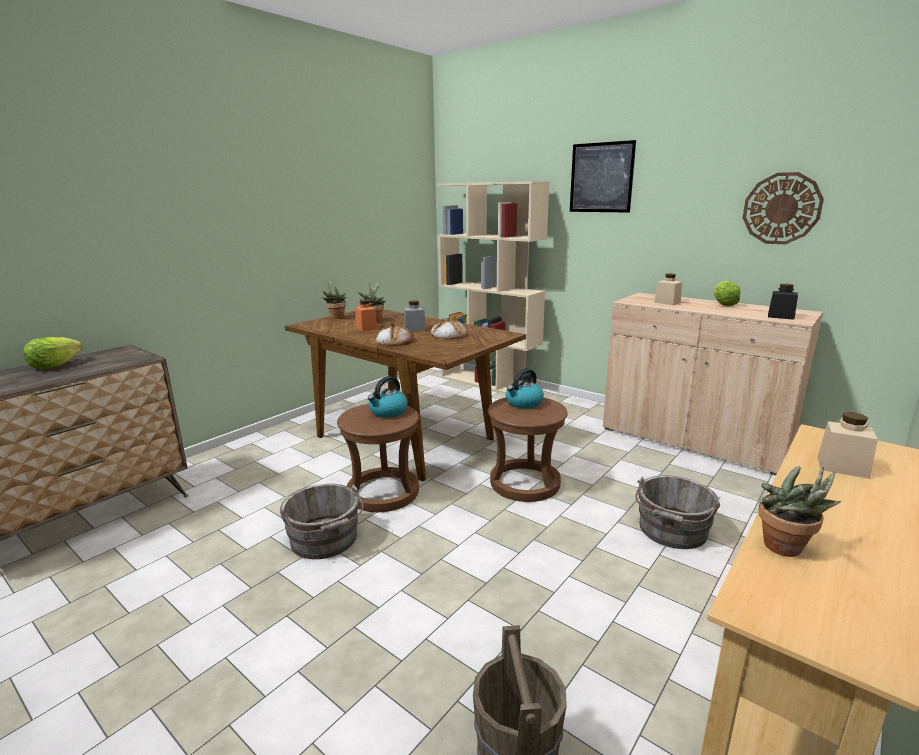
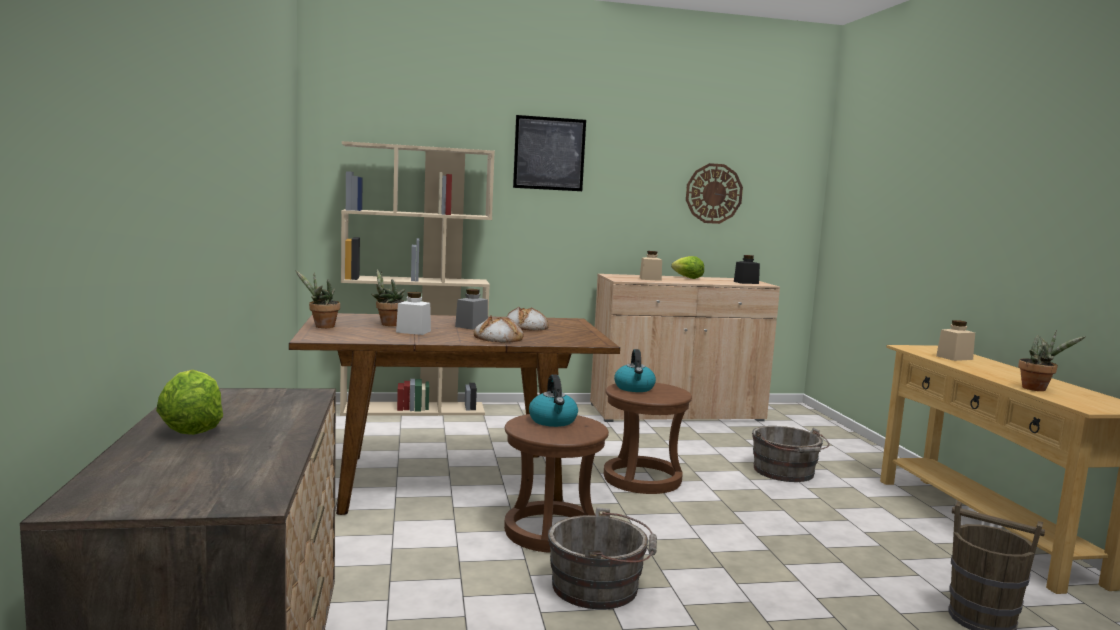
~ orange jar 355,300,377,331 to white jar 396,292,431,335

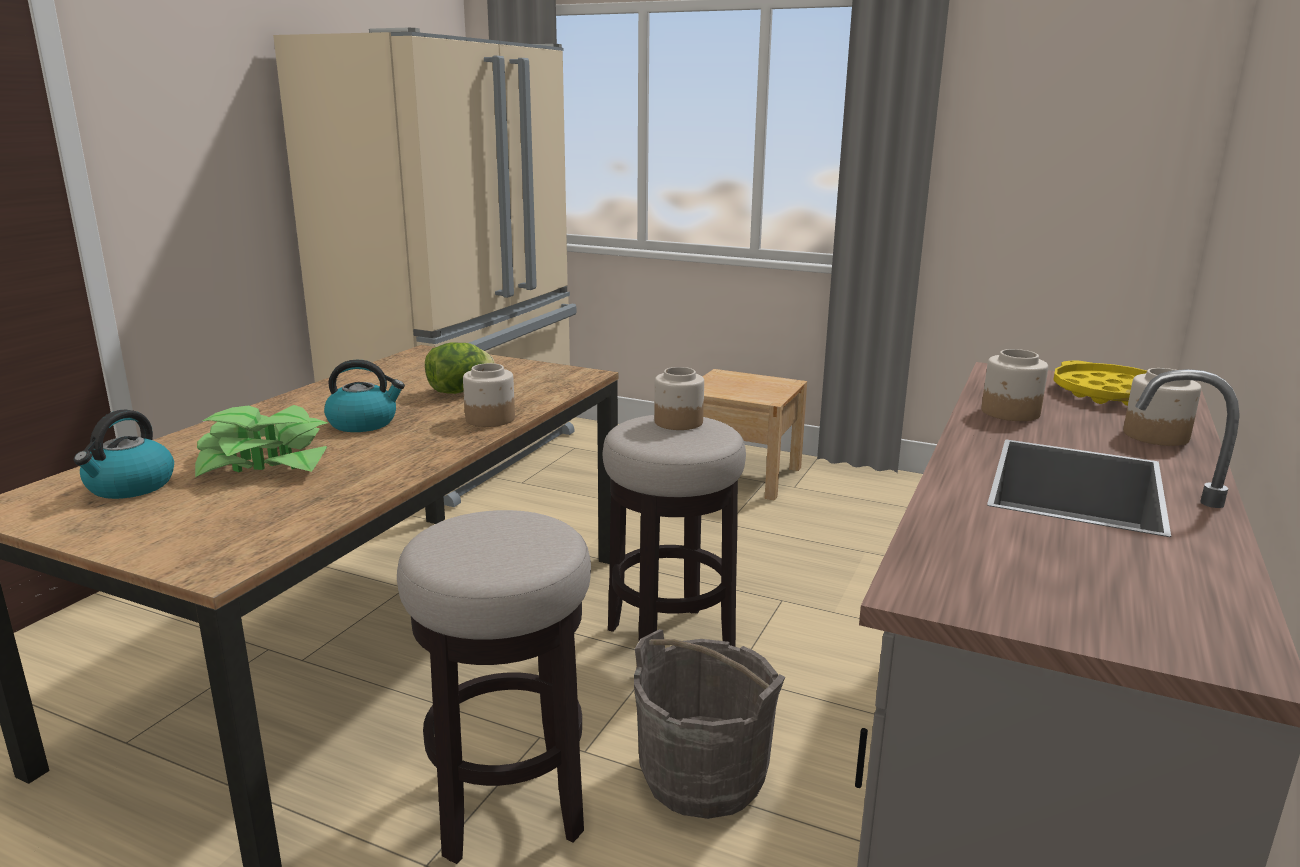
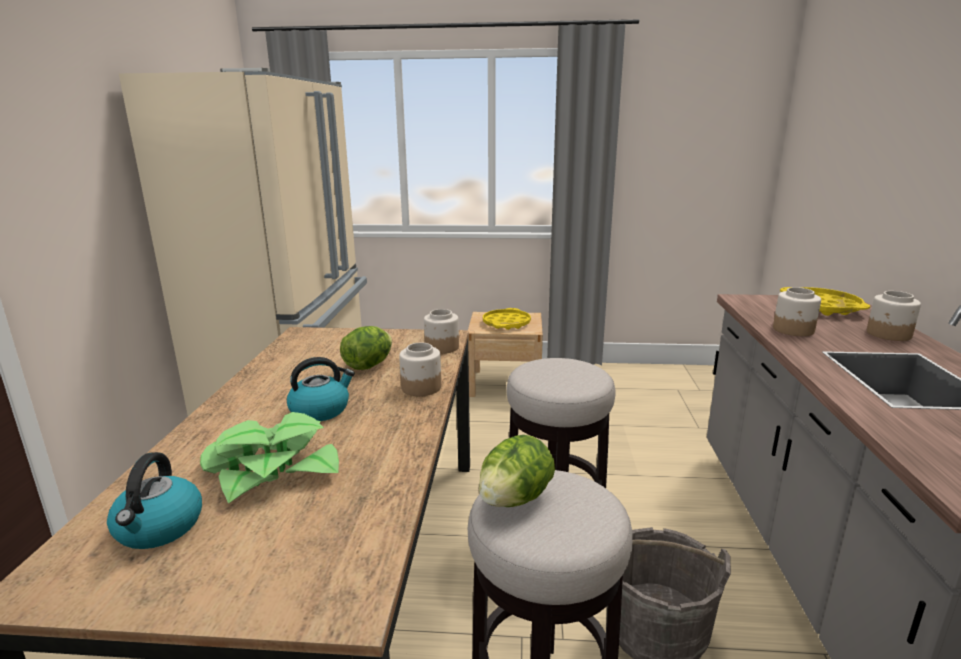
~ jar 654,367,704,430 to 424,309,459,354
+ lettuce 479,435,555,507
+ yellow tray 483,308,531,330

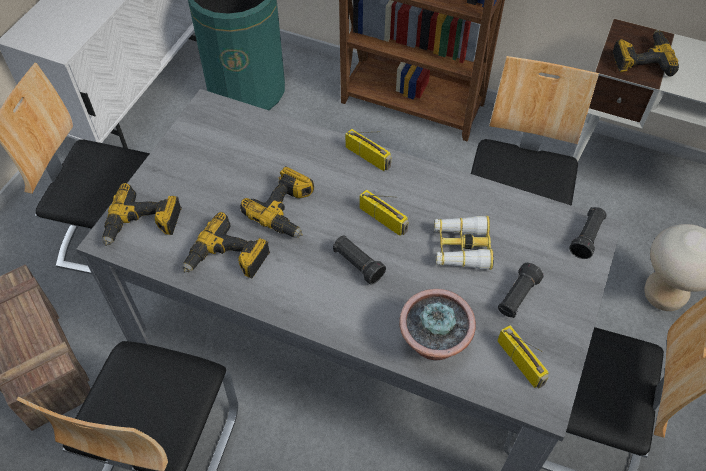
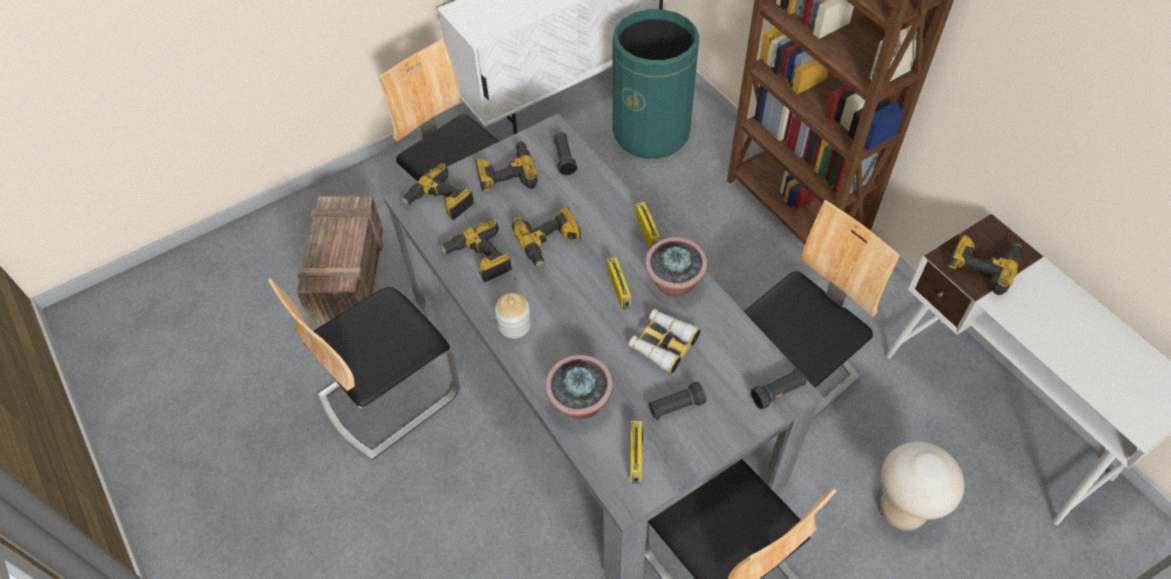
~ black flashlight 333,235,386,284 to 553,132,577,176
+ power drill 475,140,538,192
+ jar 495,293,531,339
+ potted plant 645,237,708,297

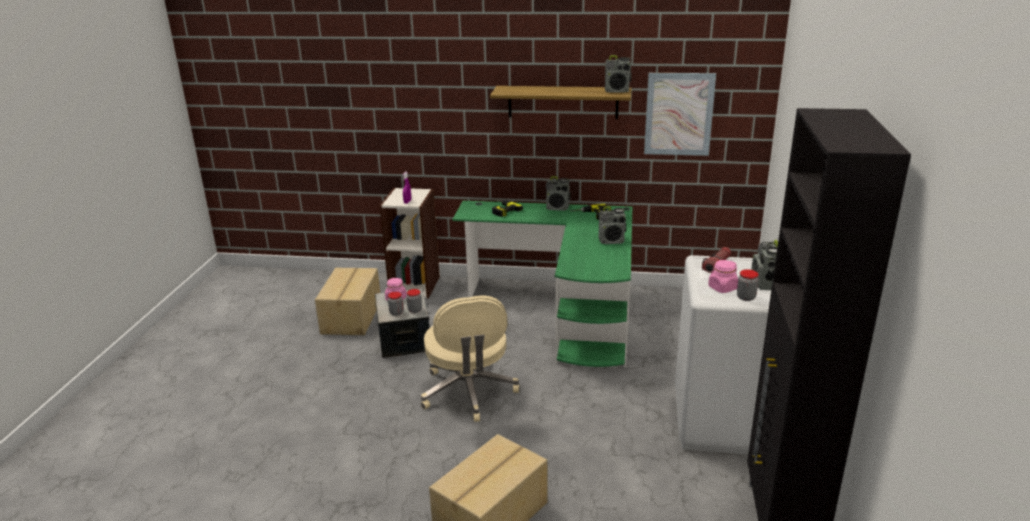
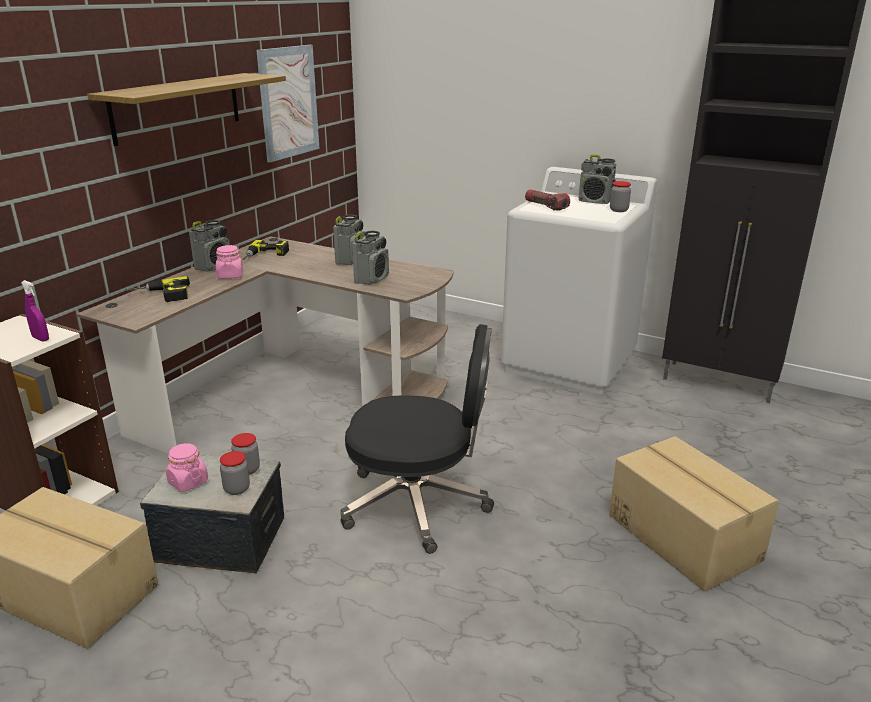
~ beige office chair 421,295,520,422 to black office chair 340,324,494,554
~ green desk 452,201,632,367 to brown desk 76,236,454,454
~ radio 605,55,632,92 to 352,231,389,285
~ pink jar 708,260,738,293 to 216,245,243,279

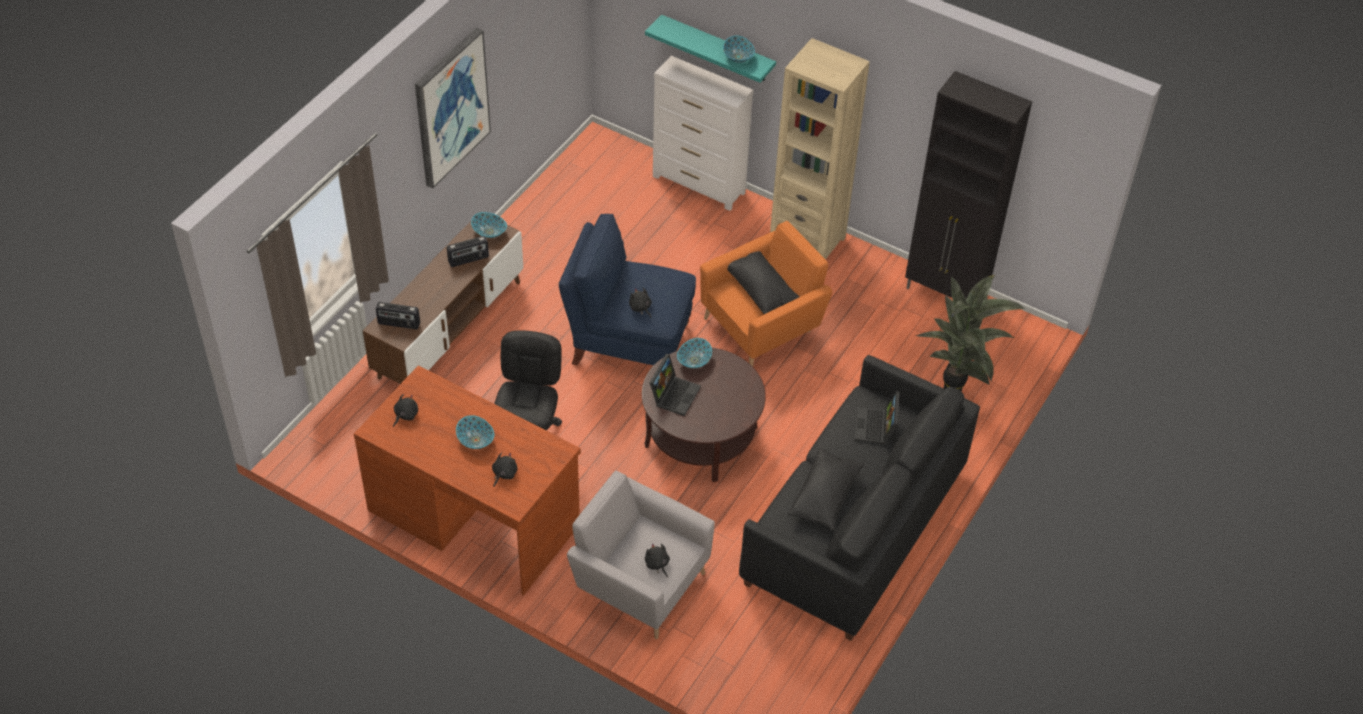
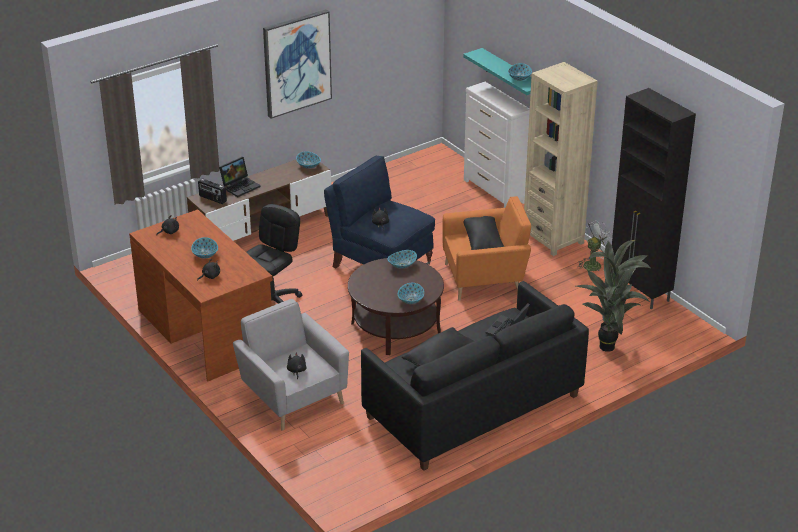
- radio 447,236,489,267
~ laptop 649,354,701,416 to 219,157,260,197
+ bowl 398,283,424,304
+ white fan 577,220,612,271

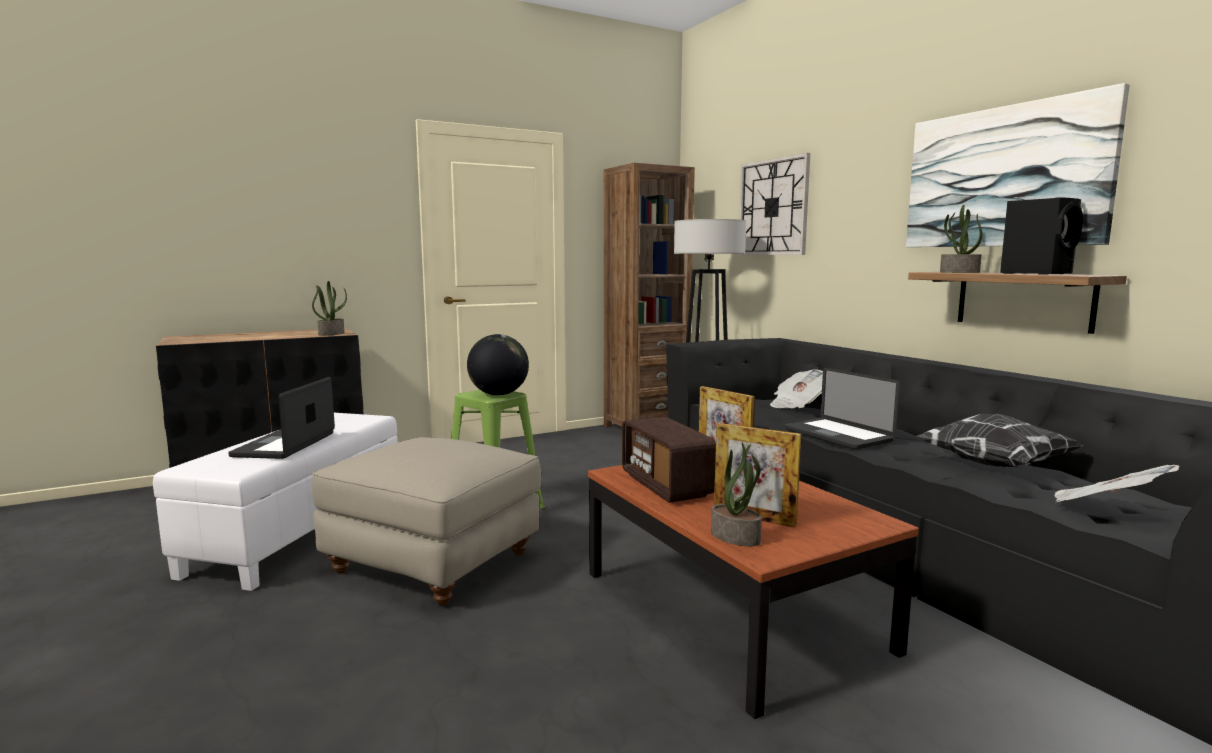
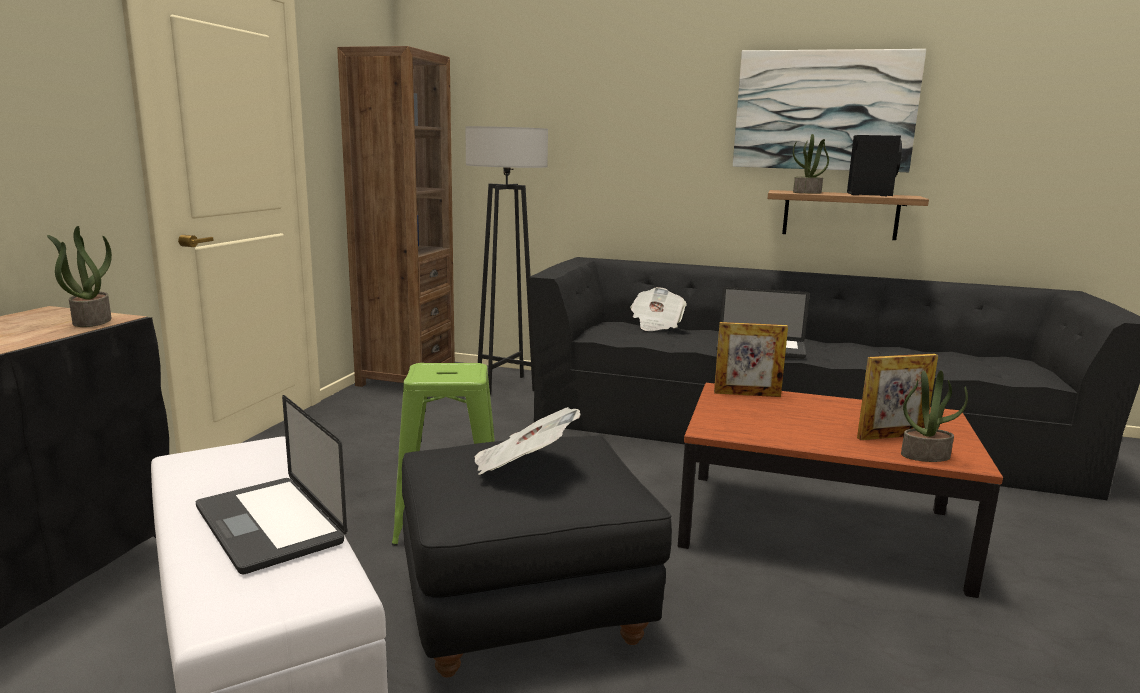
~ beige ottoman 312,437,541,606 to black ottoman 402,436,672,677
- globe 467,334,529,395
- radio 622,417,716,503
- wall clock 738,153,810,255
- pillow 916,414,1083,467
~ newspaper 1054,465,1180,502 to 474,407,580,475

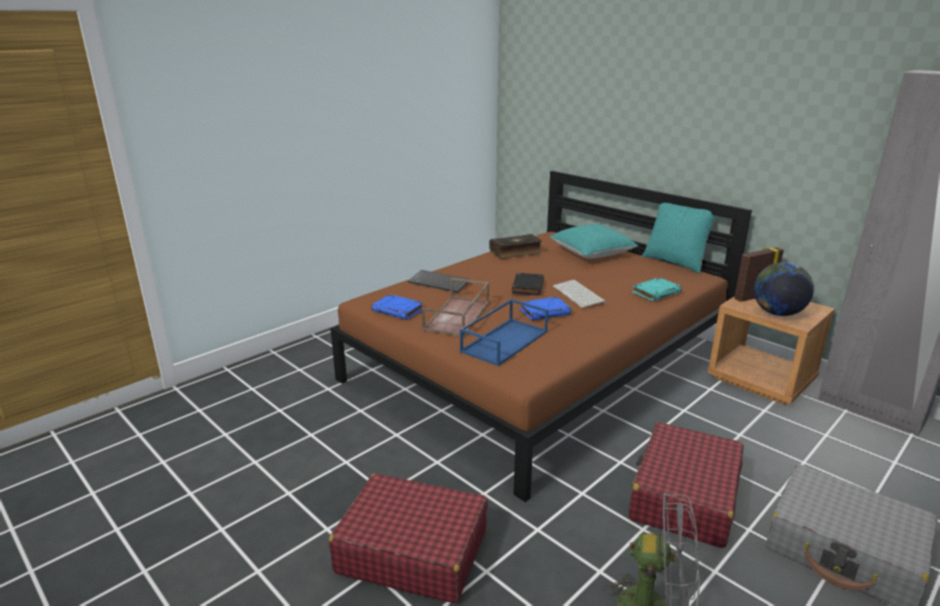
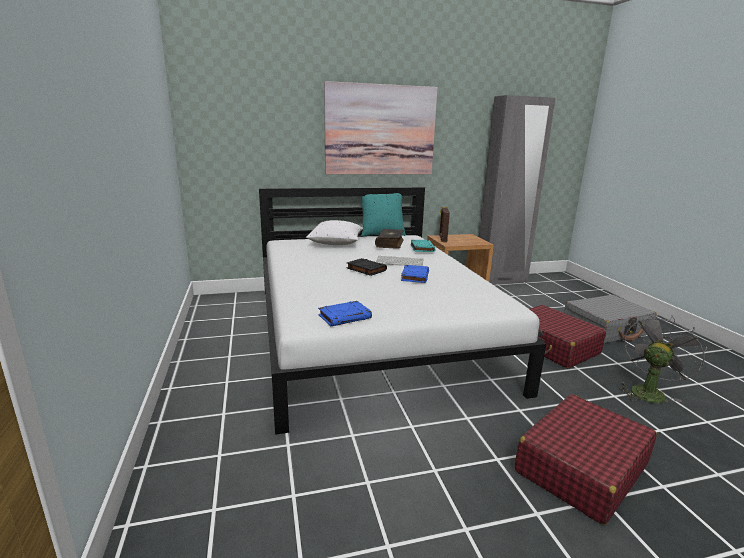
~ brown bed 330,171,752,502 to white bed 259,187,546,435
- keyboard 408,270,470,293
- brown tray 422,278,489,337
- blue tray 460,299,548,366
~ book 489,234,542,259 to 375,229,404,249
~ turquoise pillow 550,224,638,259 to white pillow 306,220,363,245
- globe 754,262,814,316
+ picture 324,81,438,174

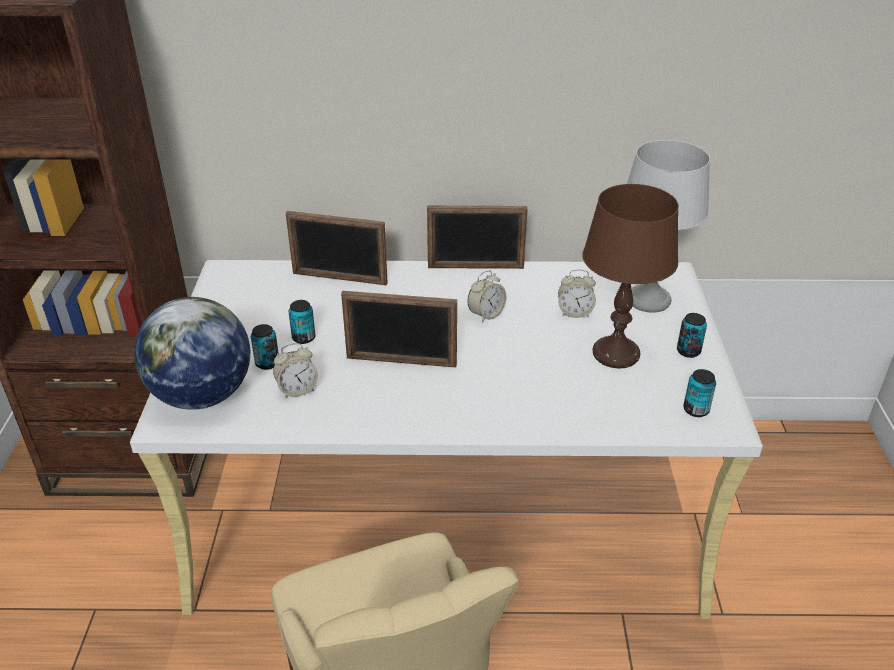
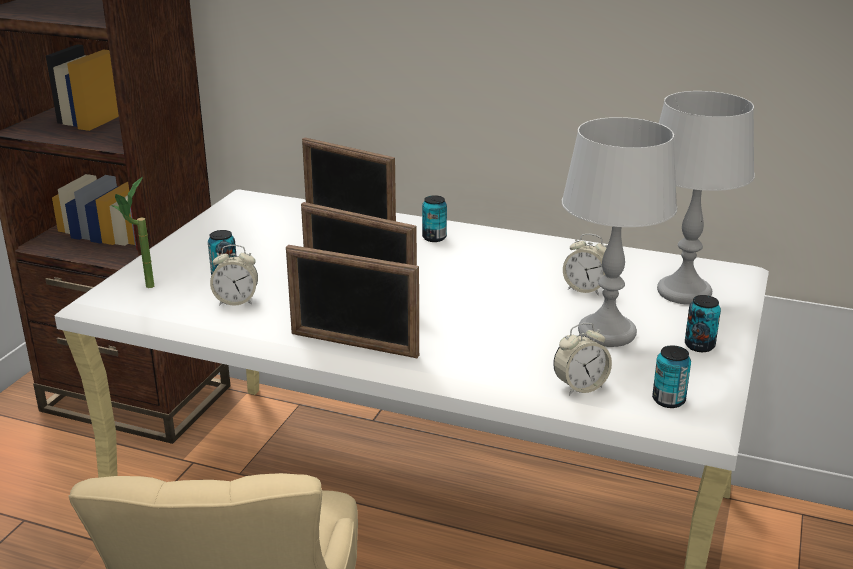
~ globe 134,297,250,410 to potted plant 112,177,155,288
~ can 289,300,316,344 to 422,195,447,242
~ picture frame 427,206,528,269 to 286,245,419,358
~ alarm clock 467,270,506,323 to 553,323,612,395
~ brown table lamp 582,184,679,369 to grey table lamp 562,117,677,347

